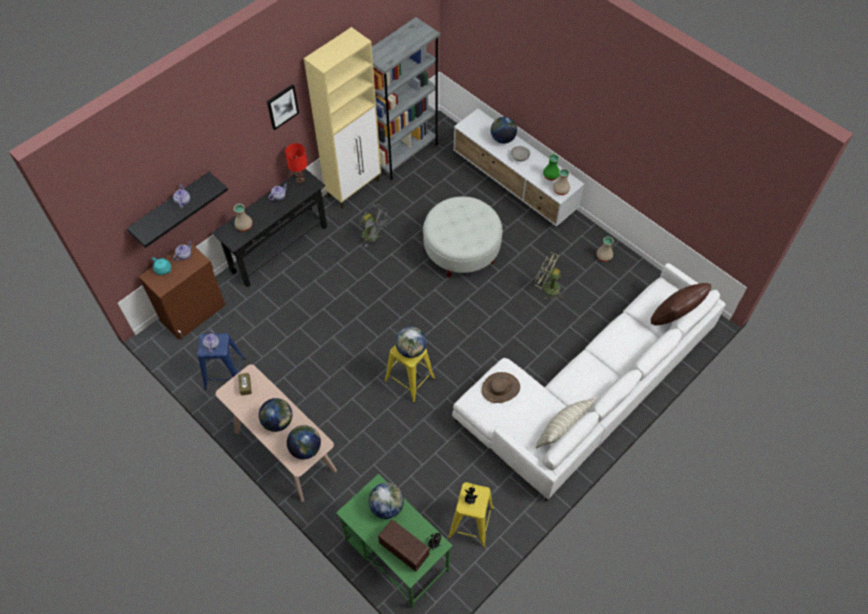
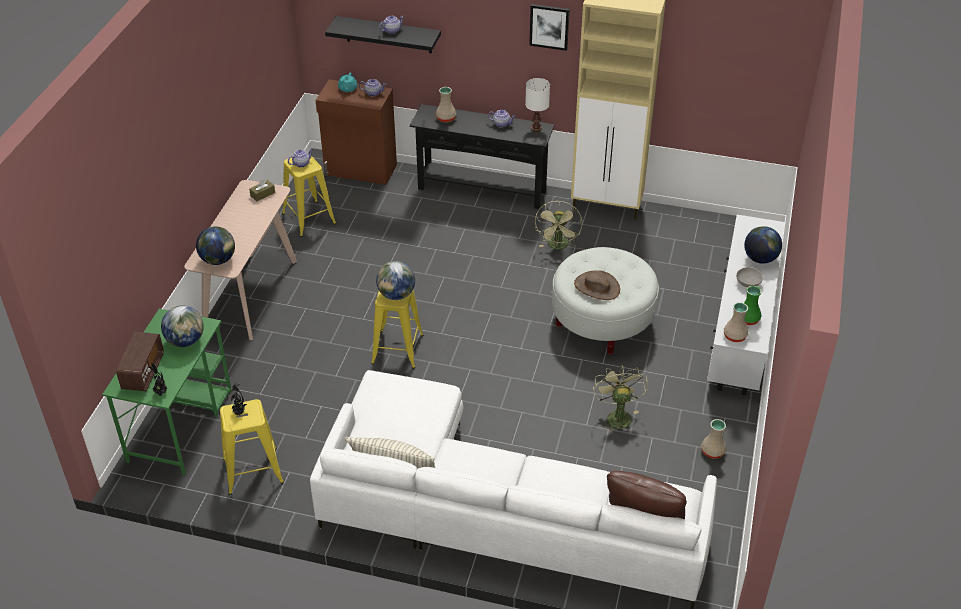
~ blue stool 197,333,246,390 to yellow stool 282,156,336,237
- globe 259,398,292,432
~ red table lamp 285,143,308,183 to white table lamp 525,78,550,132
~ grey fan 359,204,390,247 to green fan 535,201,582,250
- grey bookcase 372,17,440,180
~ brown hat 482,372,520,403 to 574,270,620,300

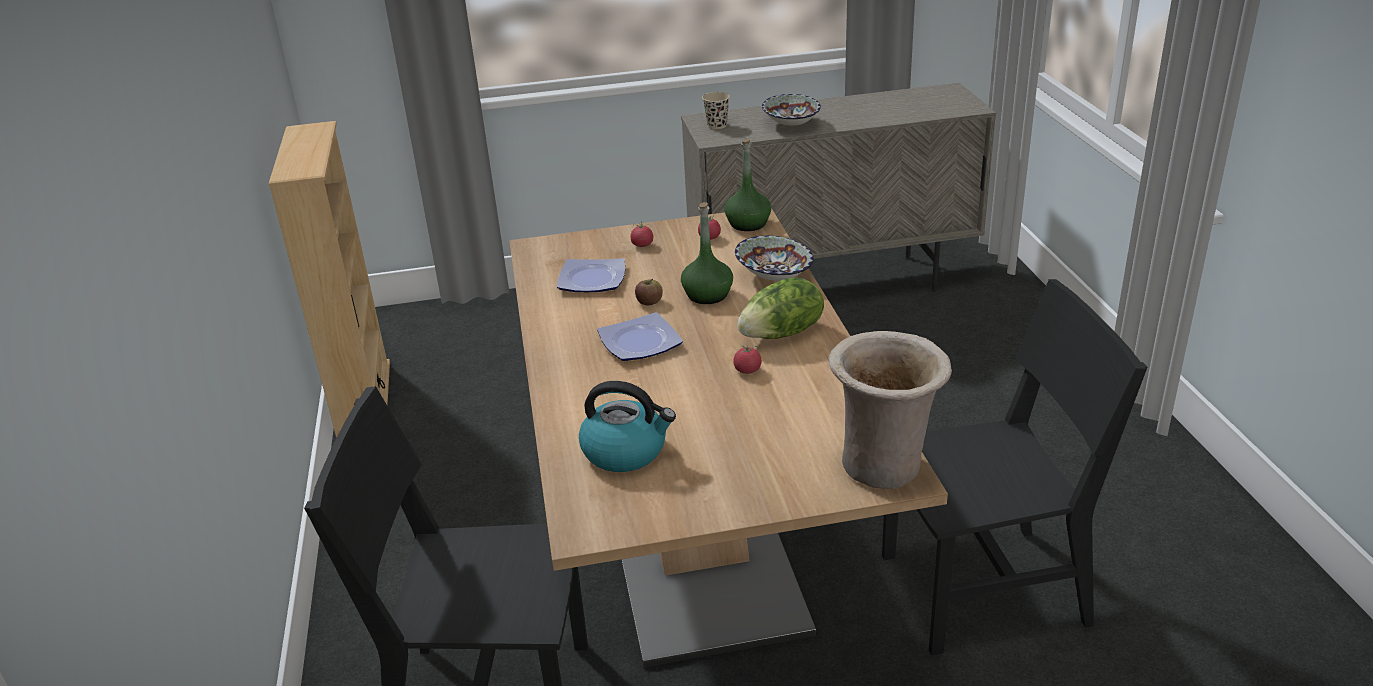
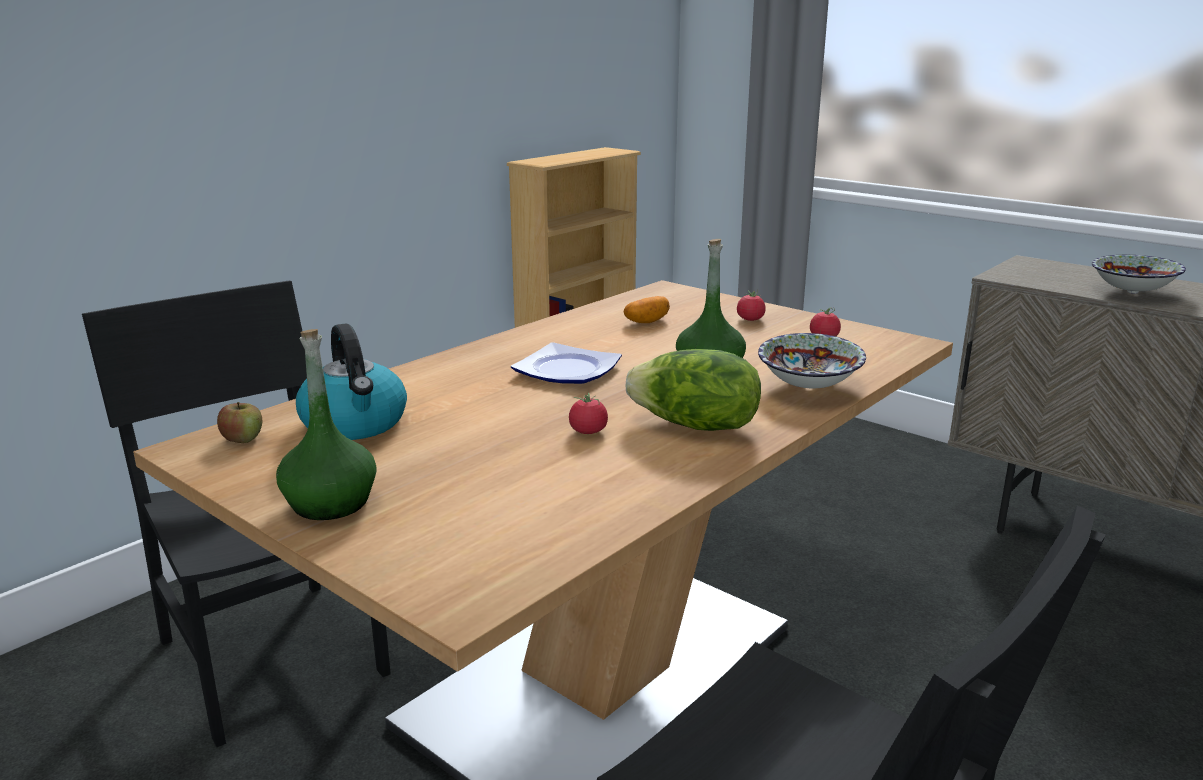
~ plate 557,258,625,292 to potato 624,296,670,323
~ apple 635,279,663,305 to 217,402,262,443
- beige cup 702,92,730,129
~ green bottle 724,139,771,231 to 276,329,377,520
- beige vase 828,331,952,489

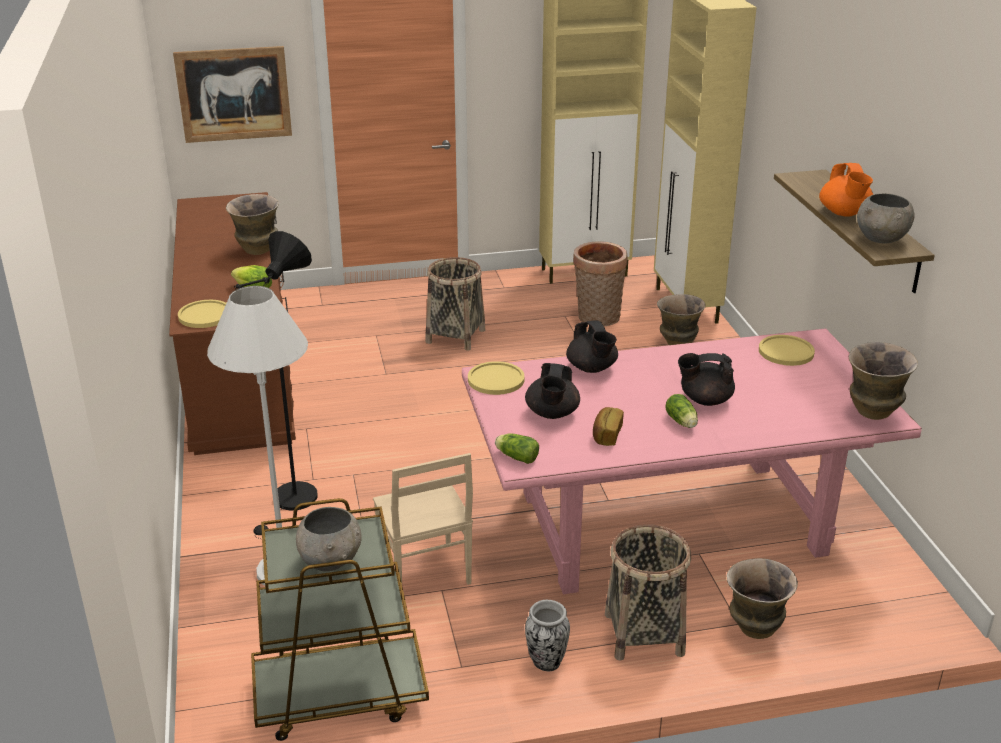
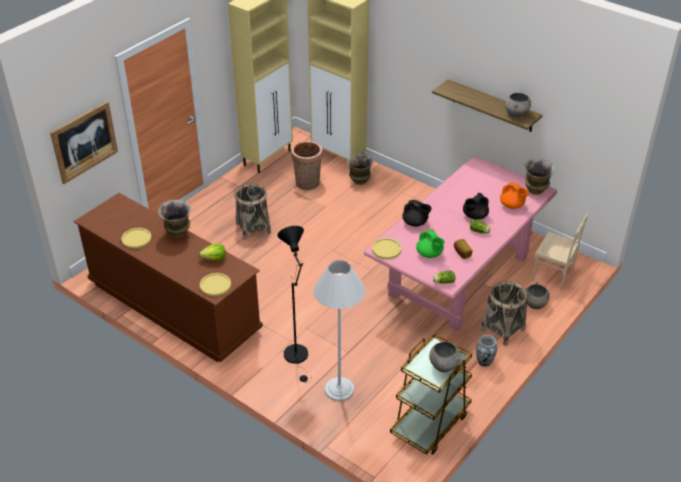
~ beige chair 373,453,473,585 to 532,213,588,291
~ black teapot 525,363,580,419 to green teapot 416,230,445,258
~ vase 727,558,798,639 to grey bowl 525,282,549,309
~ yellow plate 759,335,815,366 to 121,228,152,249
~ orange teapot 819,163,873,217 to 500,182,529,209

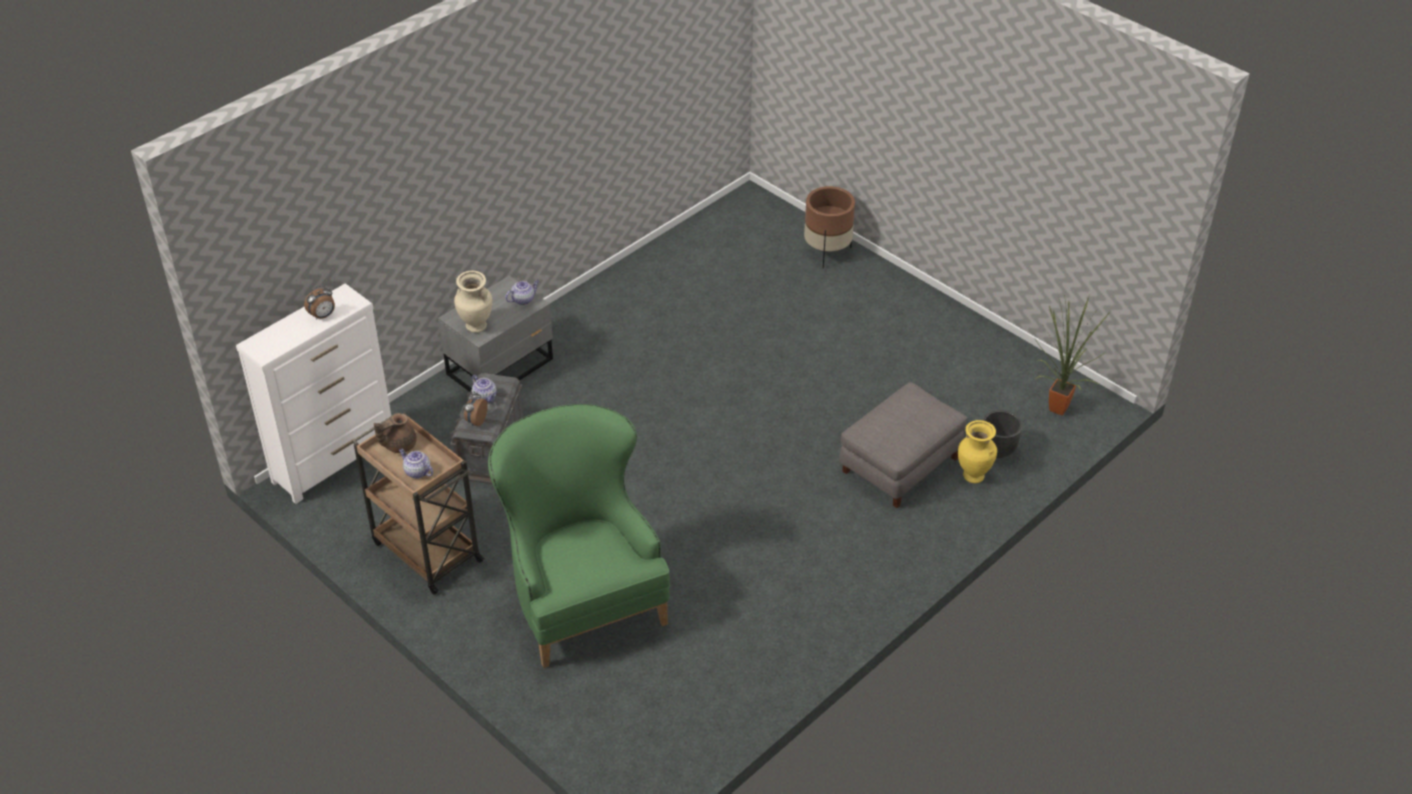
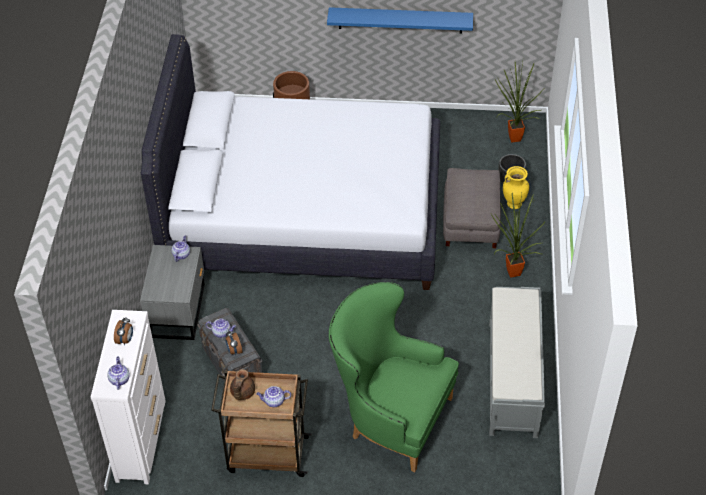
- beige vase 454,271,492,333
+ teapot 107,356,130,390
+ white bed 141,34,440,290
+ blue shelf 327,7,473,34
+ grey bench 489,287,545,438
+ potted plant 491,193,546,278

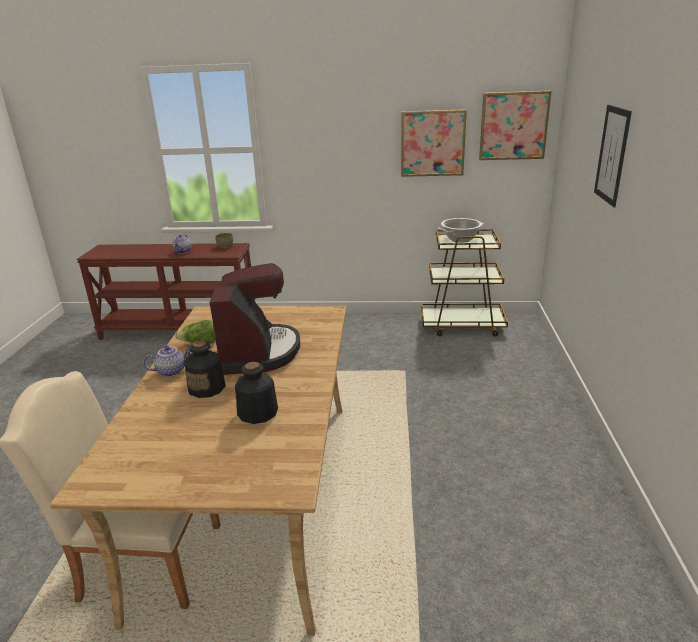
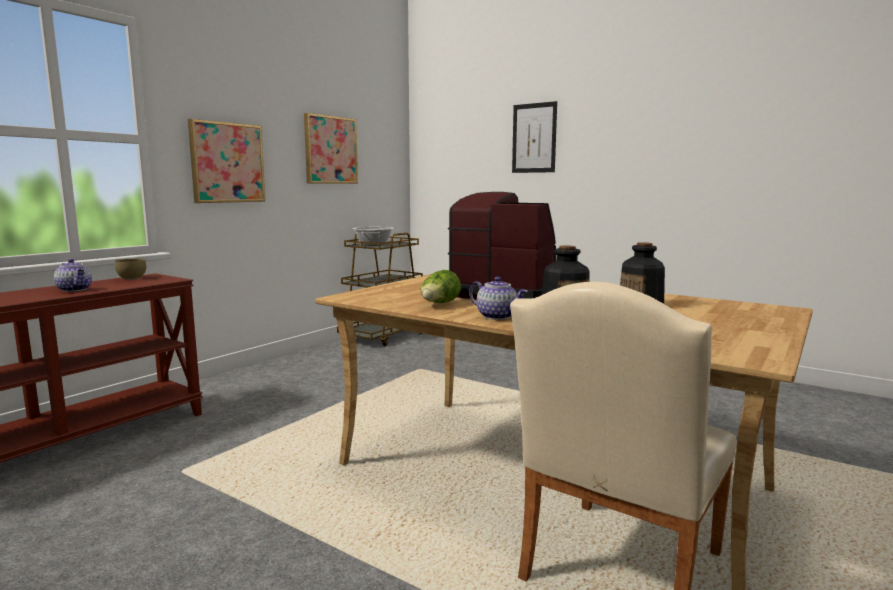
~ teapot 143,346,190,377 = 469,277,528,320 120 degrees clockwise
~ picture 479,91,551,160 to 188,119,265,203

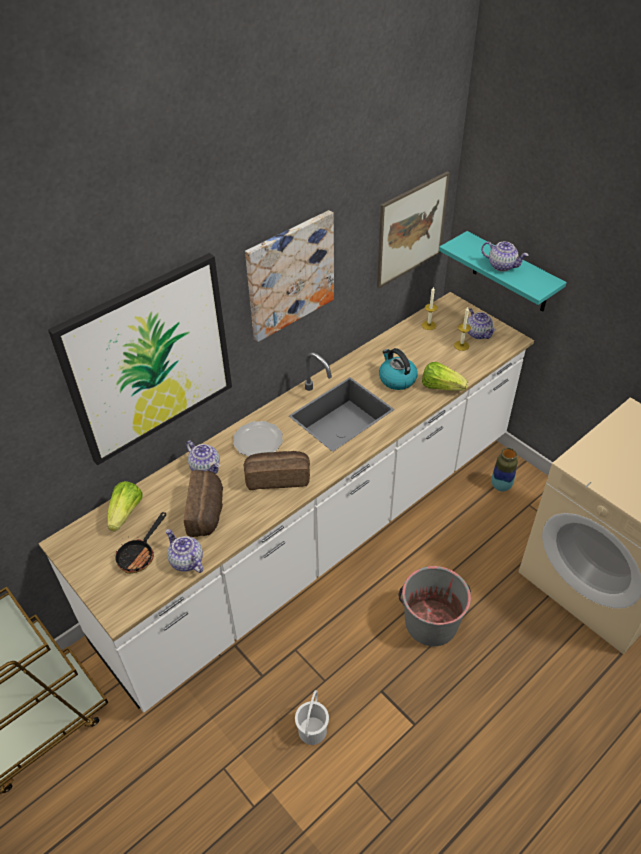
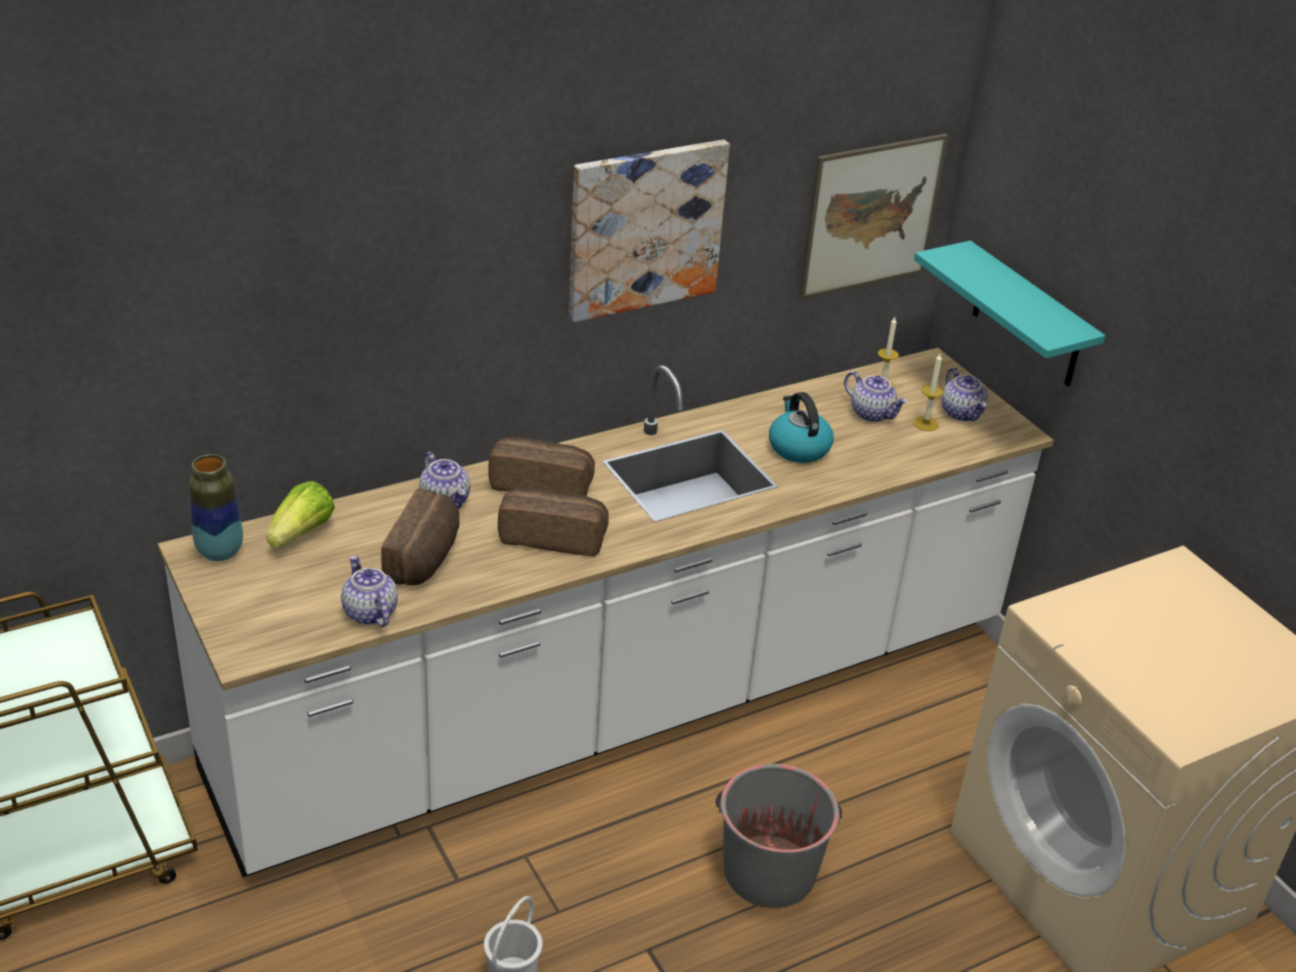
- picture 48,253,232,465
- frying pan 116,512,166,574
~ plate 233,421,283,457 to bread 488,436,595,496
- lettuce 422,362,468,391
~ teapot 481,241,528,272 to 844,371,908,422
~ vase 491,448,518,492 to 189,454,243,561

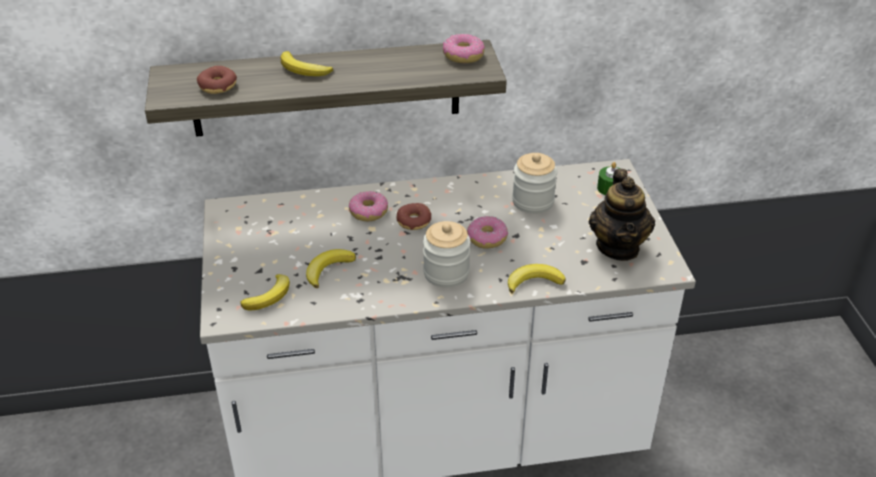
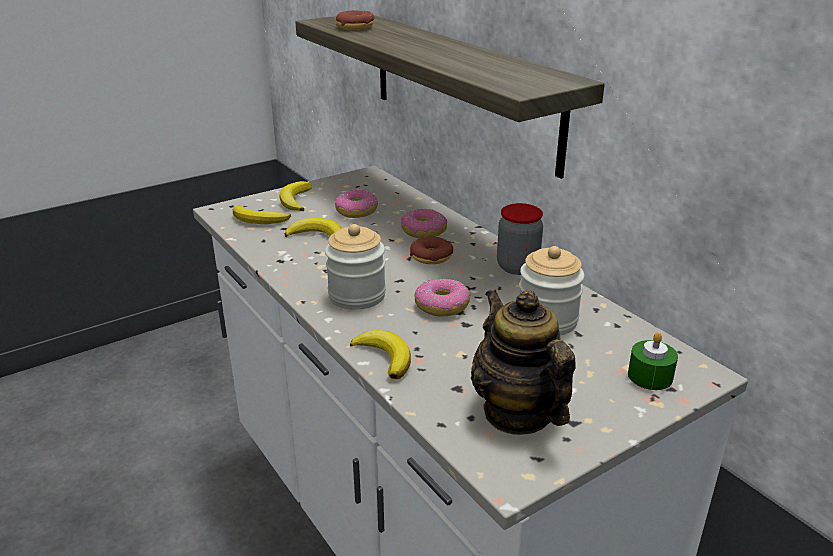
~ banana 281,51,333,76 to 279,181,312,211
~ donut 443,34,485,63 to 335,190,378,218
~ teapot 589,169,655,261 = 471,290,576,435 90 degrees clockwise
+ jar 497,203,543,275

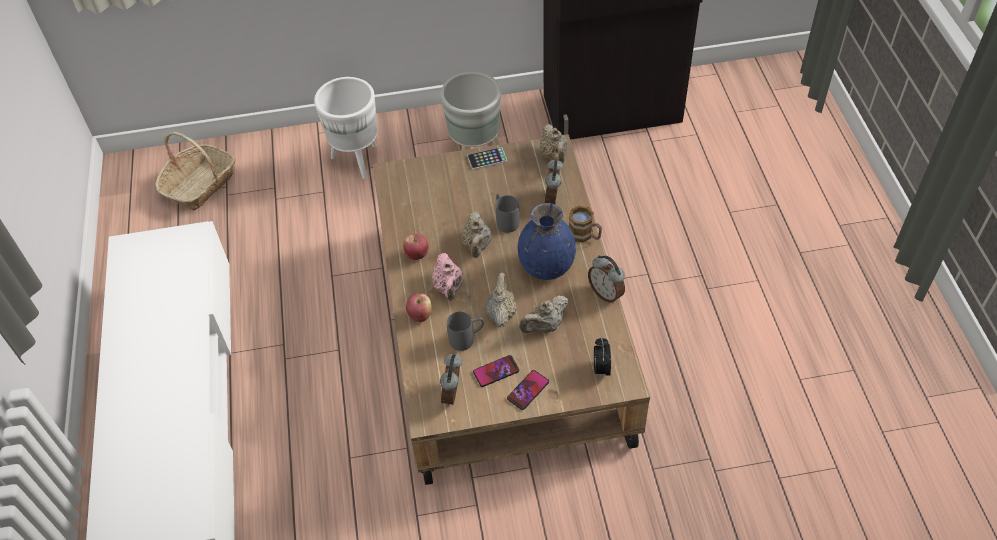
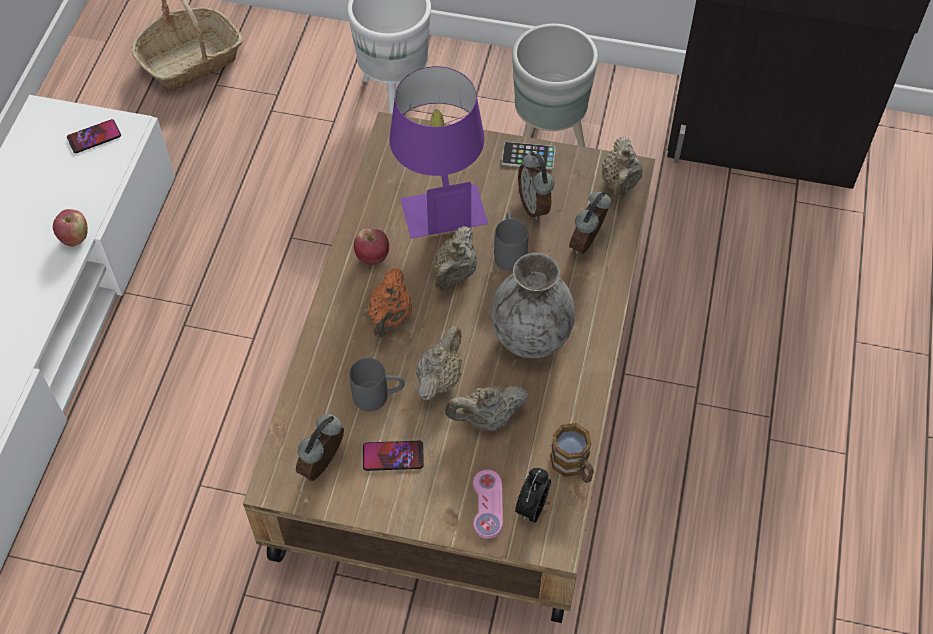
~ apple 406,293,432,322 to 53,209,88,247
~ pink teapot 432,253,464,301 to orange teapot 368,268,412,338
~ phone 507,370,549,410 to 67,119,121,153
~ blue vase 518,203,576,280 to grey vase 491,253,575,358
~ mug 569,206,602,242 to 550,423,594,483
~ alarm clock 588,255,625,303 to 518,152,554,220
+ purple table lamp 389,66,488,238
+ pink game controller 473,469,503,539

